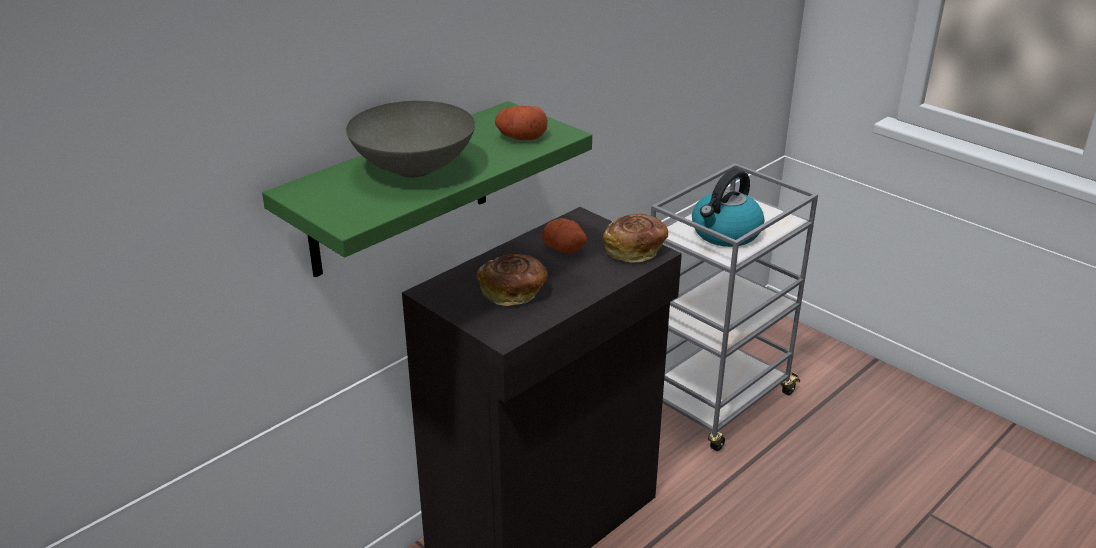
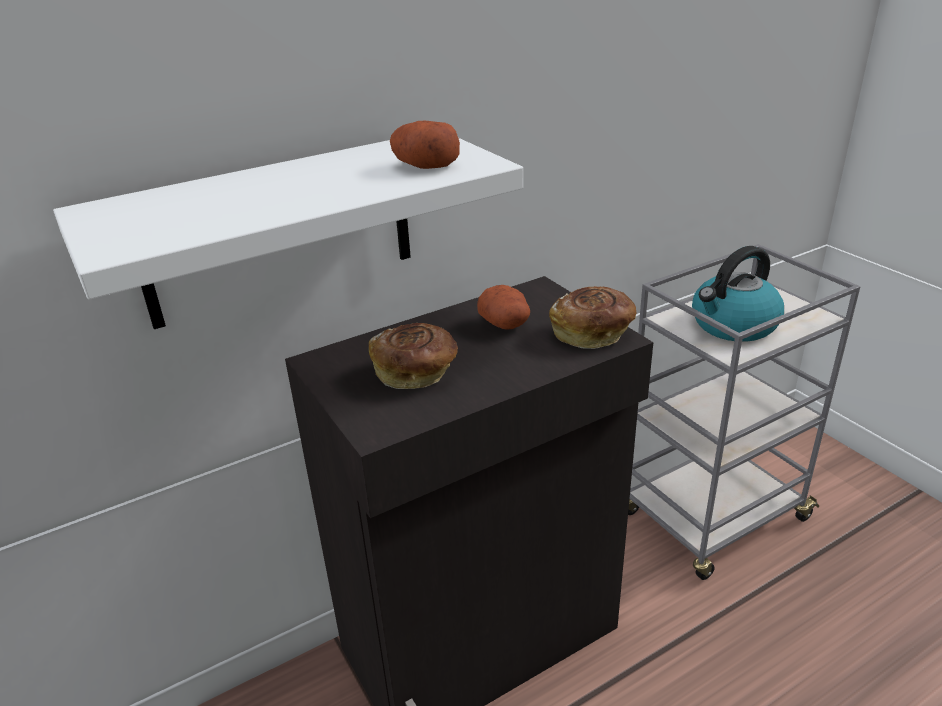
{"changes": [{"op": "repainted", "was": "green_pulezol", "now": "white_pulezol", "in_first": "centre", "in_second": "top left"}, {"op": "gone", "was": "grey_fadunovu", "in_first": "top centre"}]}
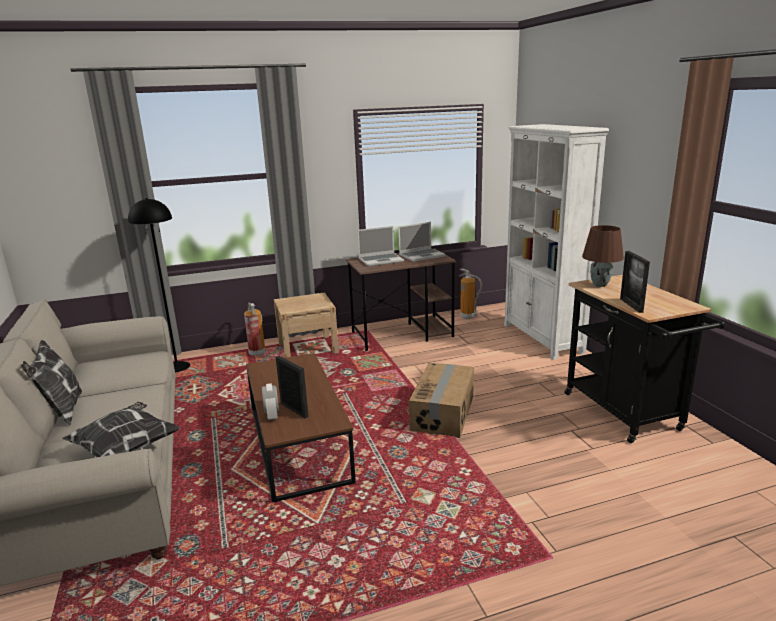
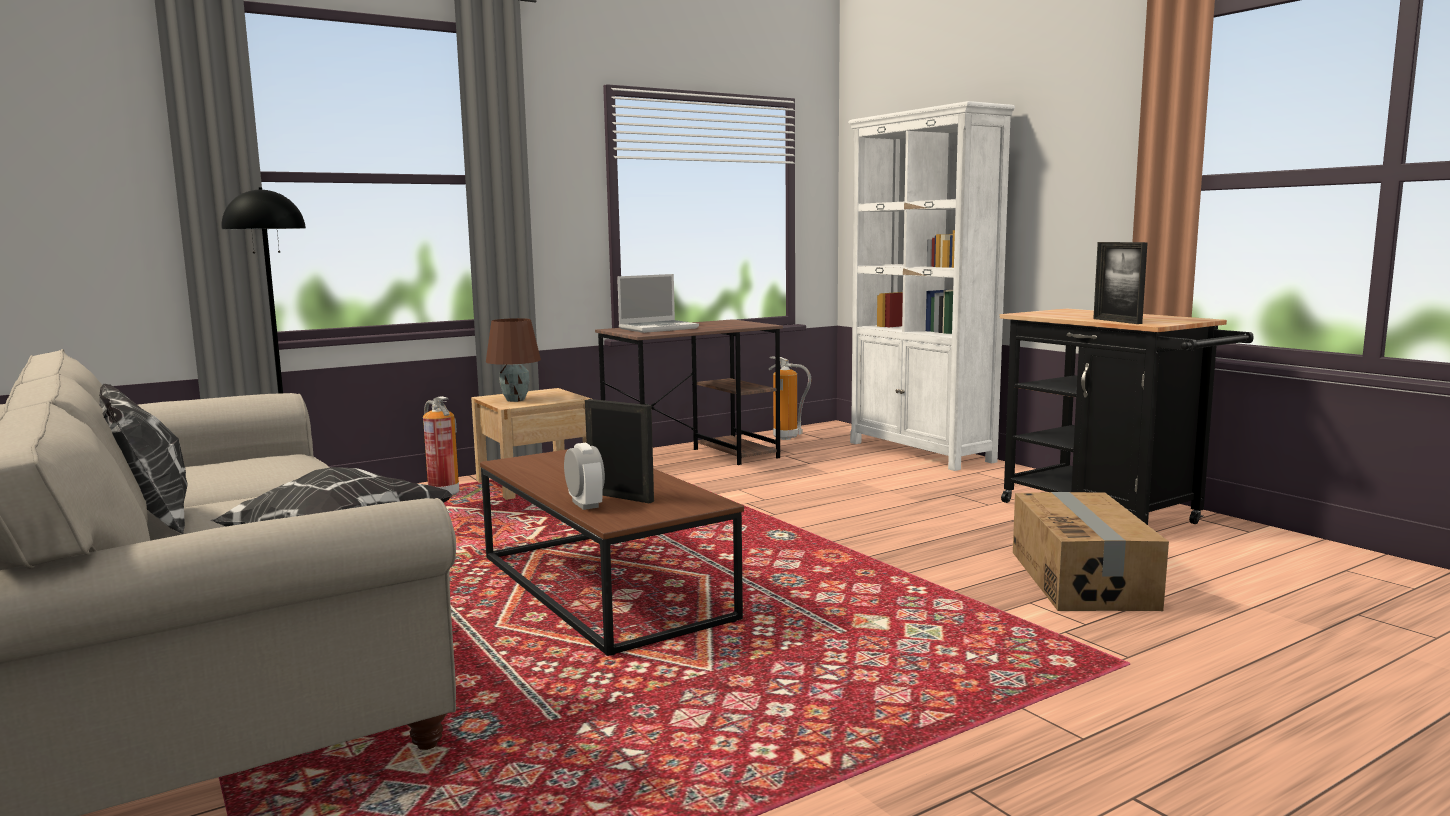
{"changes": [{"op": "shifted", "was": "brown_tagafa", "in_first": "middle right", "in_second": "centre"}, {"op": "shifted", "was": "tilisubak", "in_first": "centre", "in_second": "bottom right"}, {"op": "gone", "was": "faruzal (no. 2 from left)", "in_first": "centre"}]}
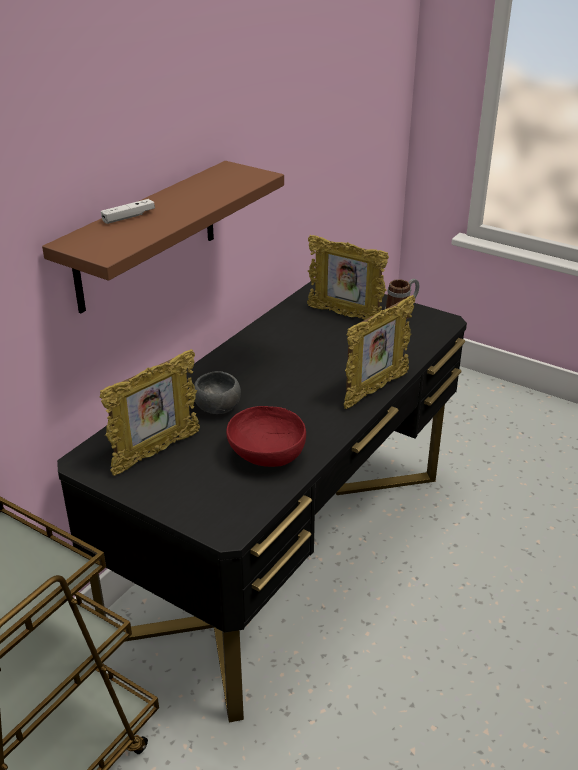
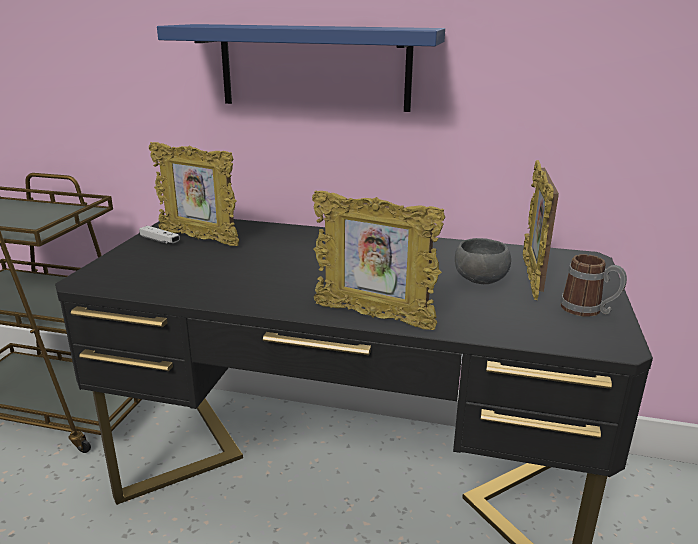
{"changes": [{"op": "shifted", "was": "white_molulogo", "in_first": "top left", "in_second": "middle left"}, {"op": "repainted", "was": "brown_pulezol", "now": "blue_pulezol", "in_first": "top left", "in_second": "top centre"}, {"op": "shifted", "was": "grey_fadunovu", "in_first": "centre", "in_second": "middle right"}, {"op": "gone", "was": "red_fadunovu", "in_first": "centre"}]}
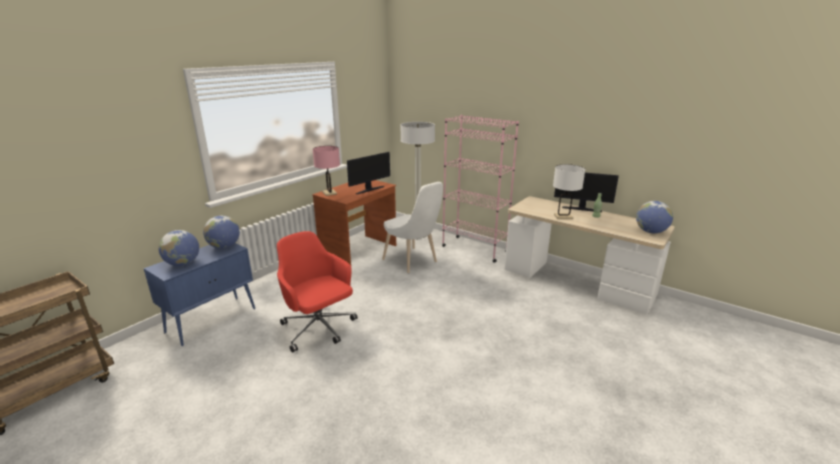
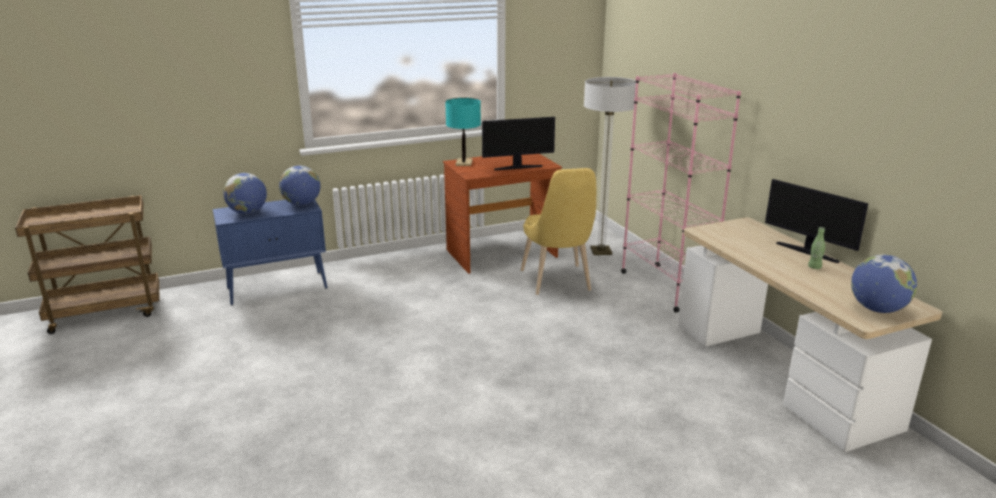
{"changes": [{"op": "repainted", "was": "pink_tagafa", "now": "turquoise_tagafa", "in_first": "centre", "in_second": "top centre"}, {"op": "repainted", "was": "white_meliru", "now": "yellow_meliru", "in_first": "centre", "in_second": "centre"}, {"op": "gone", "was": "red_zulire", "in_first": "centre"}, {"op": "gone", "was": "white_tagafa", "in_first": "middle right"}]}
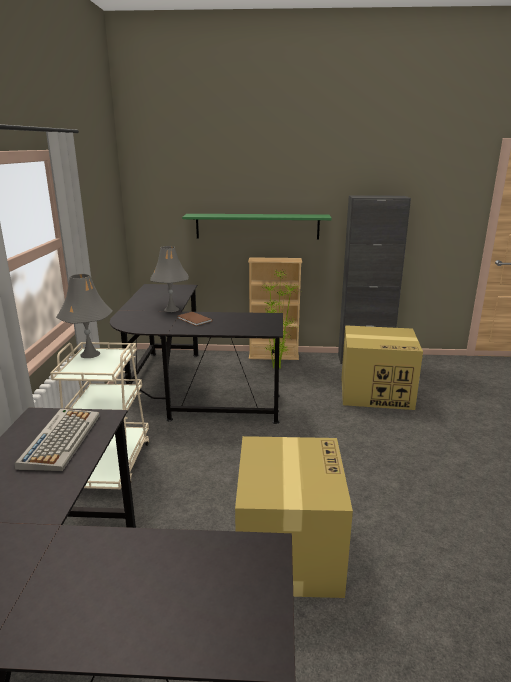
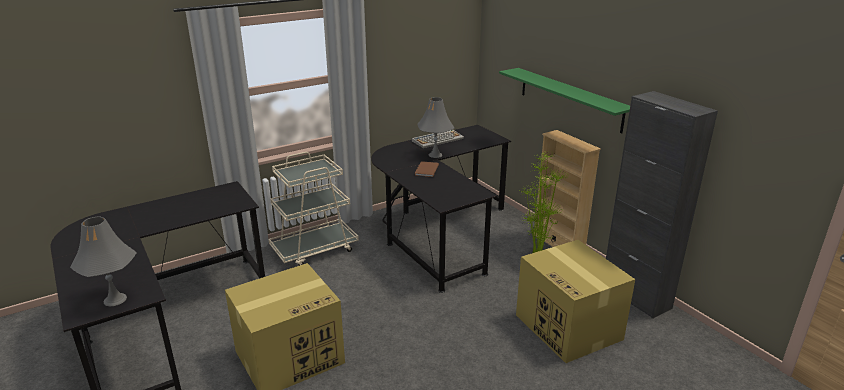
{"changes": [{"op": "shifted", "was": "grey_tagafa (no. 1 from left)", "in_first": "middle left", "in_second": "bottom left"}, {"op": "shifted", "was": "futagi", "in_first": "middle left", "in_second": "centre"}]}
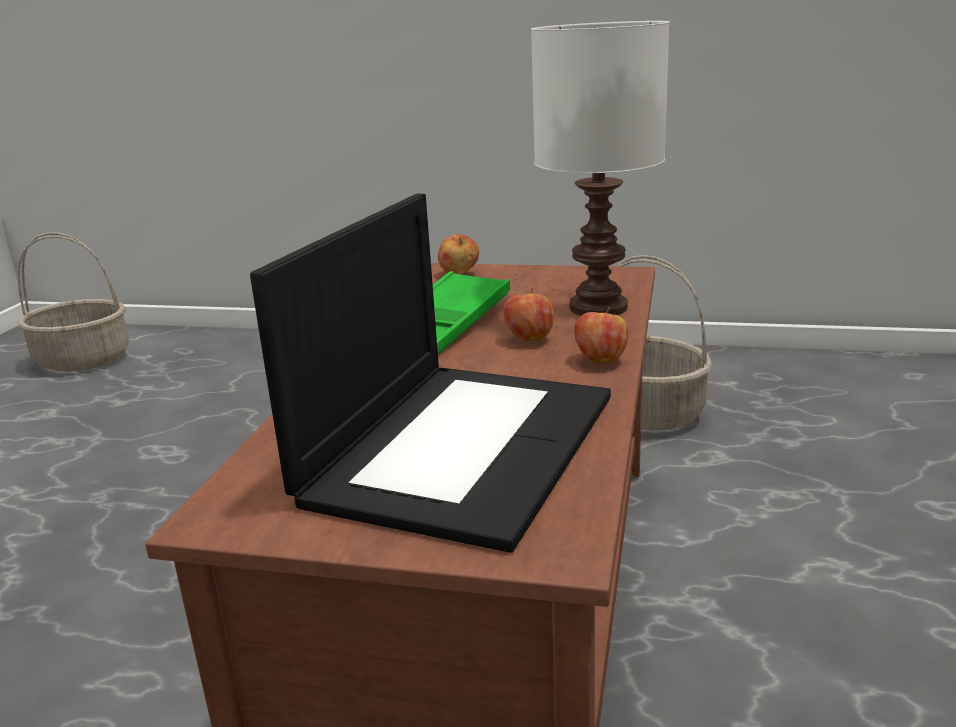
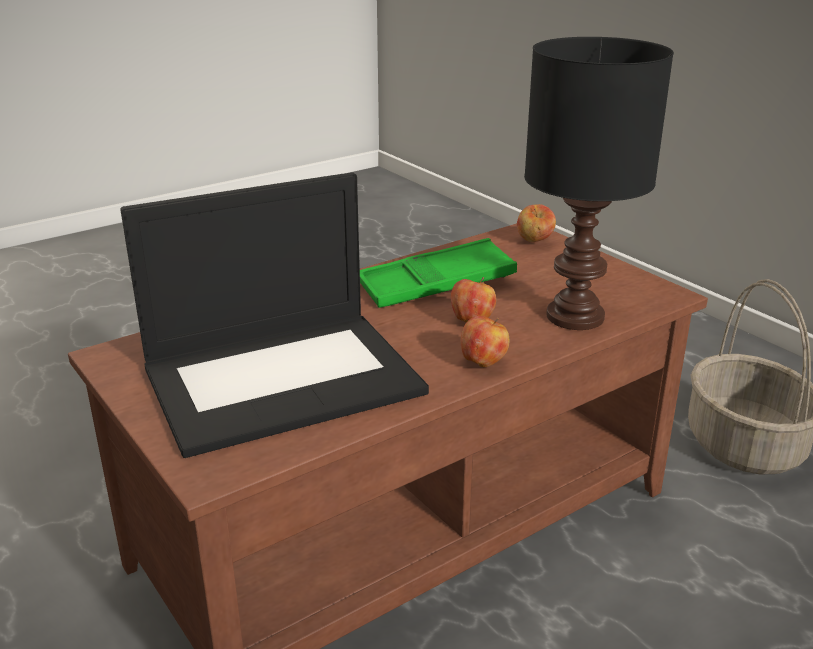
{"changes": [{"op": "repainted", "was": "white_tagafa", "now": "black_tagafa", "in_first": "top centre", "in_second": "top right"}, {"op": "gone", "was": "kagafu (no. 1 from left)", "in_first": "middle left"}]}
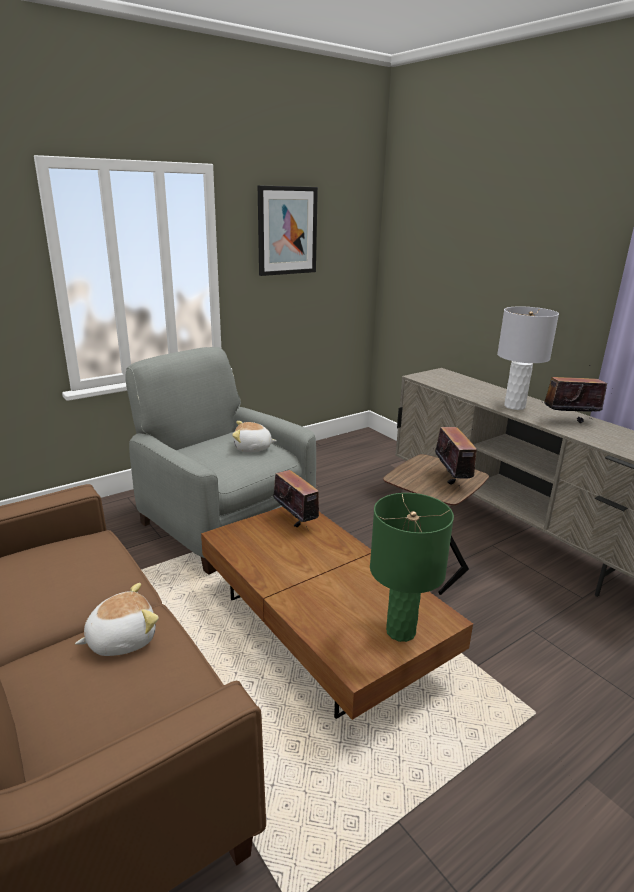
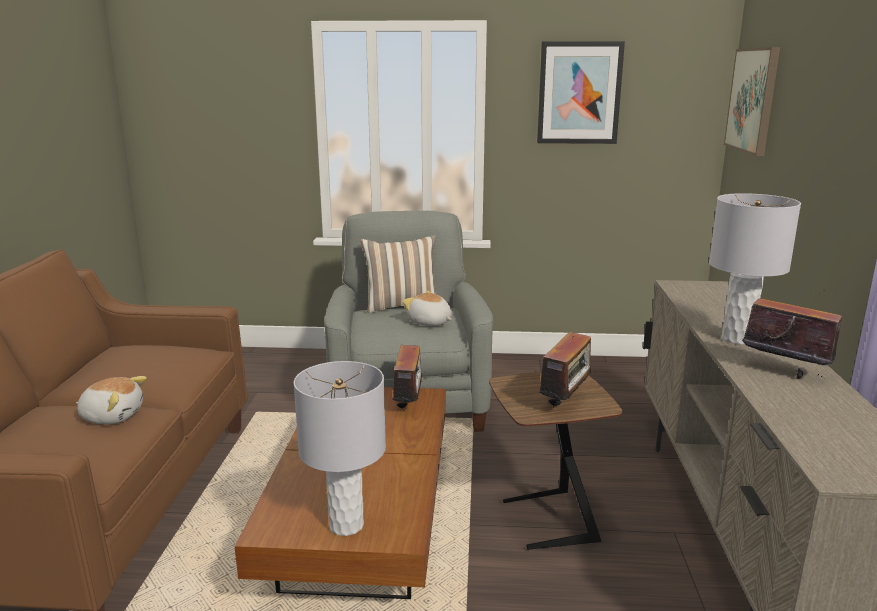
{"changes": [{"op": "repainted", "was": "green_tagafa", "now": "grey_tagafa (no. 1 from left)", "in_first": "centre", "in_second": "bottom centre"}, {"op": "new", "now": "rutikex", "in_second": "centre"}, {"op": "new", "now": "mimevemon (no. 2 from left)", "in_second": "top right"}]}
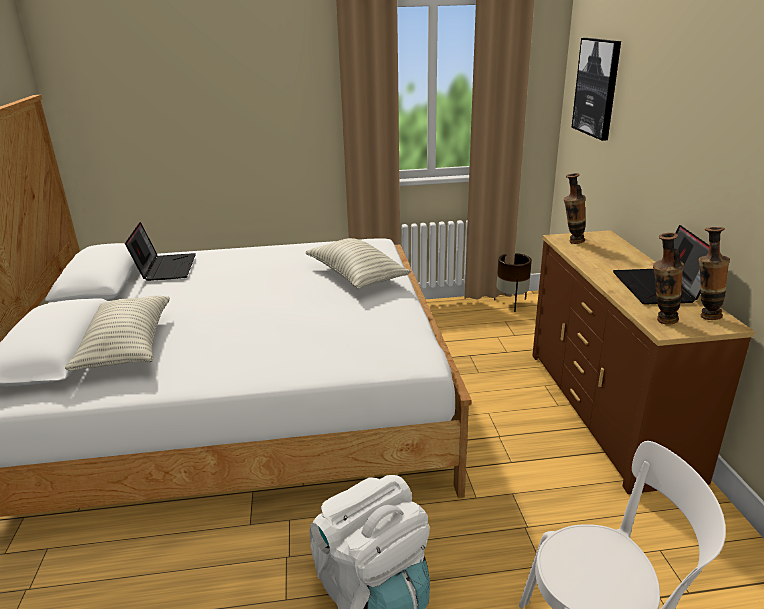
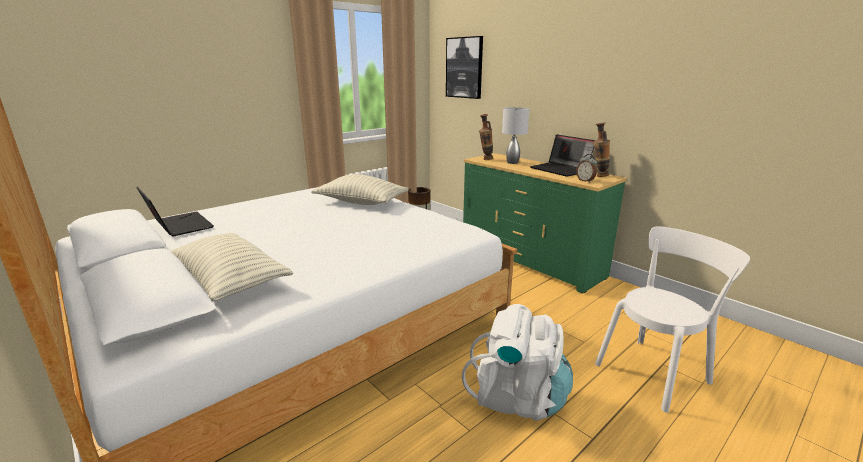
{"changes": [{"op": "repainted", "was": "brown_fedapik", "now": "green_fedapik", "in_first": "middle right", "in_second": "centre"}, {"op": "new", "now": "grey_tagafa", "in_second": "top centre"}, {"op": "swapped", "was": "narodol (no. 2 from left)", "now": "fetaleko", "in_first": "middle right", "in_second": "middle right"}]}
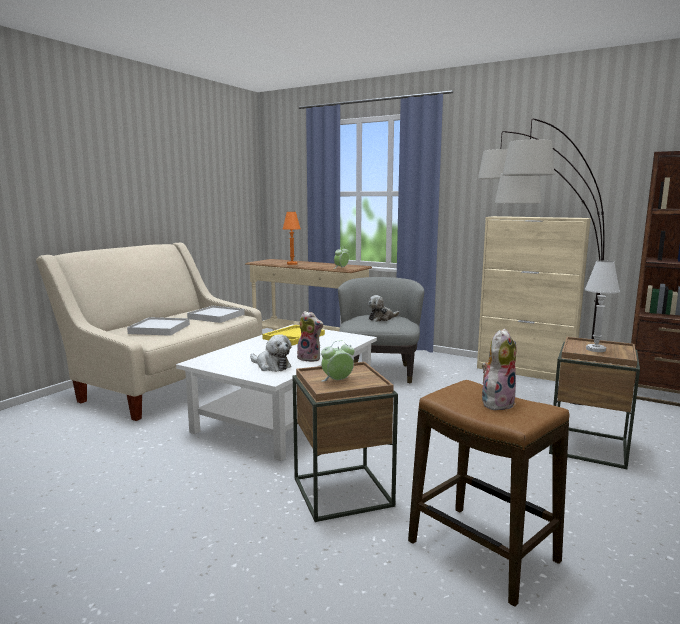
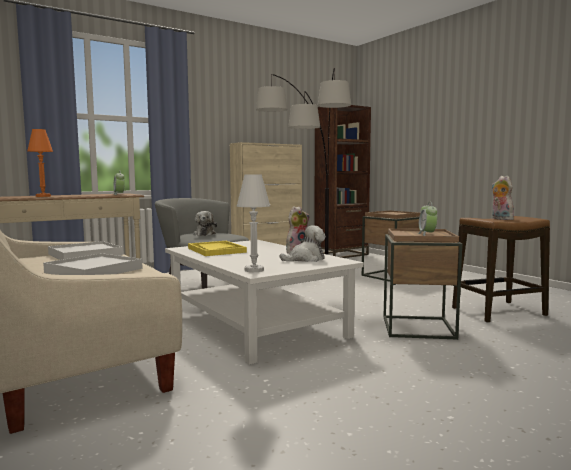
{"changes": [{"op": "shifted", "was": "white_tagafa", "in_first": "middle right", "in_second": "centre"}]}
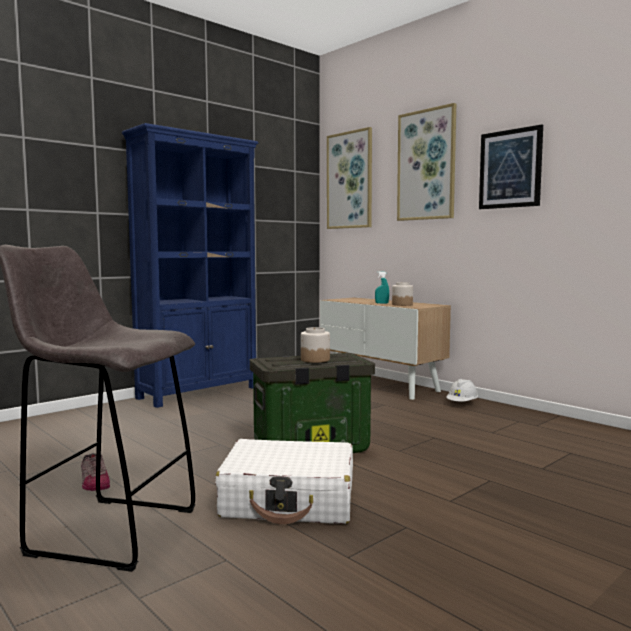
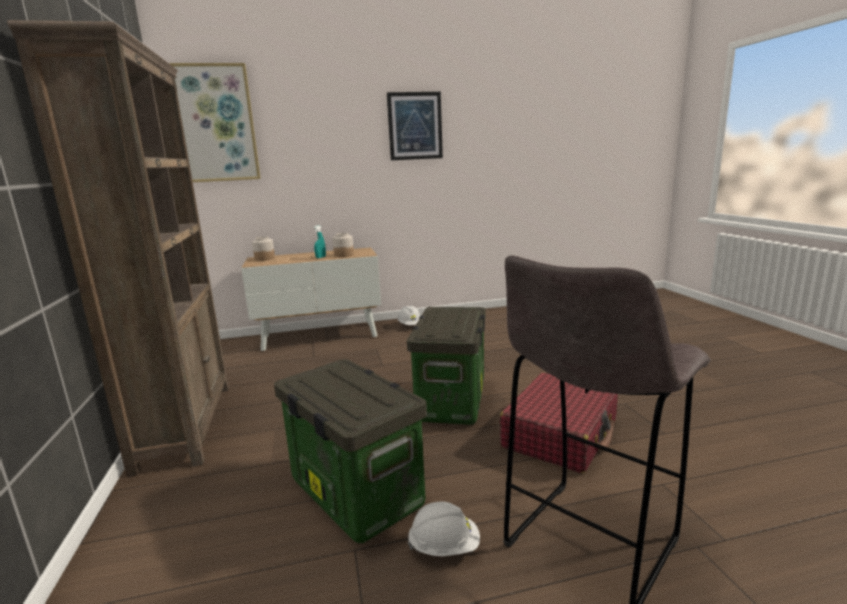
{"changes": [{"op": "repainted", "was": "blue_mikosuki", "now": "brown_mikosuki", "in_first": "middle left", "in_second": "middle left"}, {"op": "shifted", "was": "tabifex (no. 1 from left)", "in_first": "centre", "in_second": "middle left"}, {"op": "new", "now": "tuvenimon (no. 1 from left)", "in_second": "bottom centre"}, {"op": "swapped", "was": "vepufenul", "now": "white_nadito (no. 2 from left)", "in_first": "bottom left", "in_second": "bottom centre"}, {"op": "repainted", "was": "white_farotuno", "now": "red_farotuno", "in_first": "bottom centre", "in_second": "bottom centre"}, {"op": "gone", "was": "mimevemon (no. 2 from left)", "in_first": "top right"}]}
